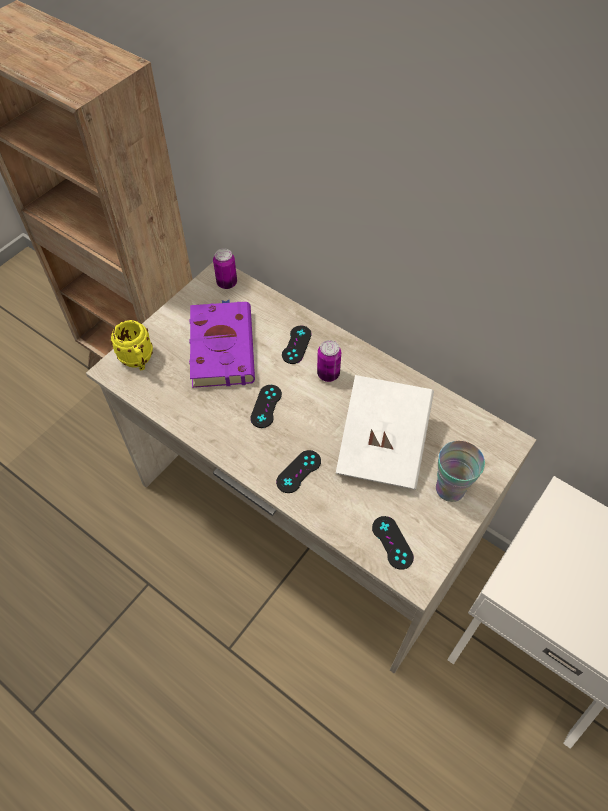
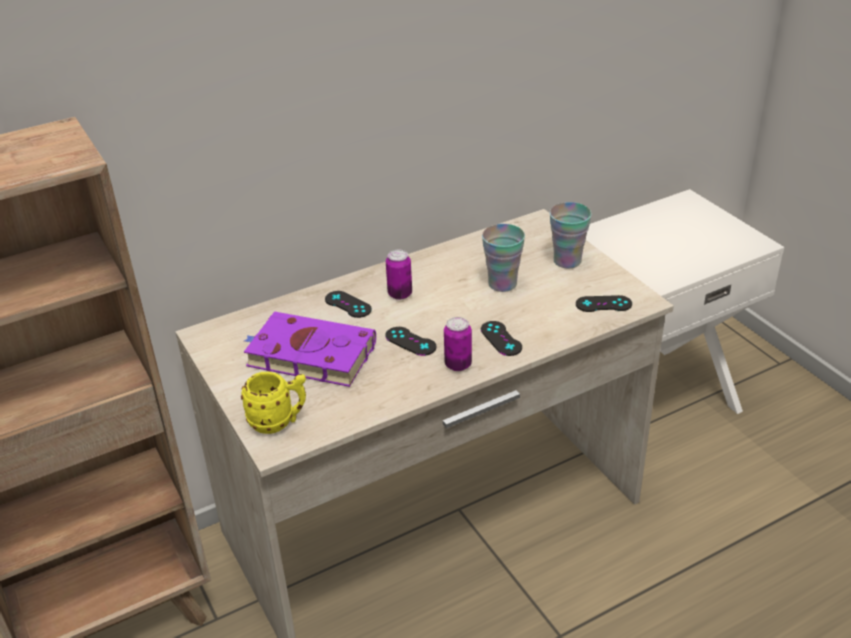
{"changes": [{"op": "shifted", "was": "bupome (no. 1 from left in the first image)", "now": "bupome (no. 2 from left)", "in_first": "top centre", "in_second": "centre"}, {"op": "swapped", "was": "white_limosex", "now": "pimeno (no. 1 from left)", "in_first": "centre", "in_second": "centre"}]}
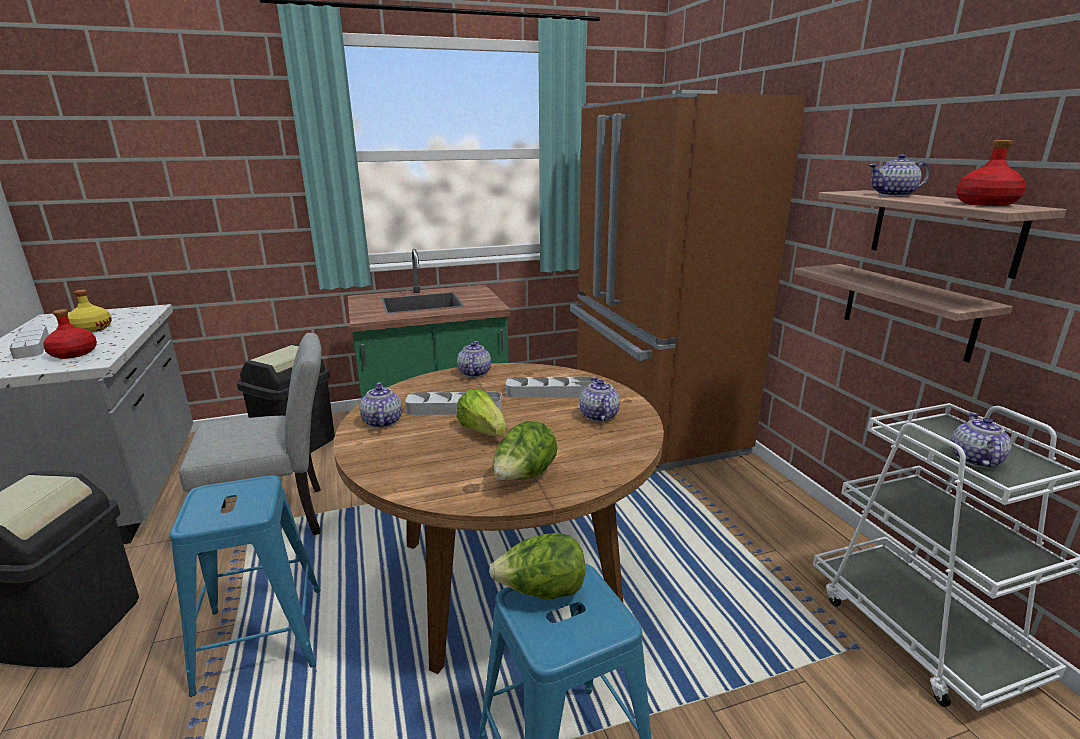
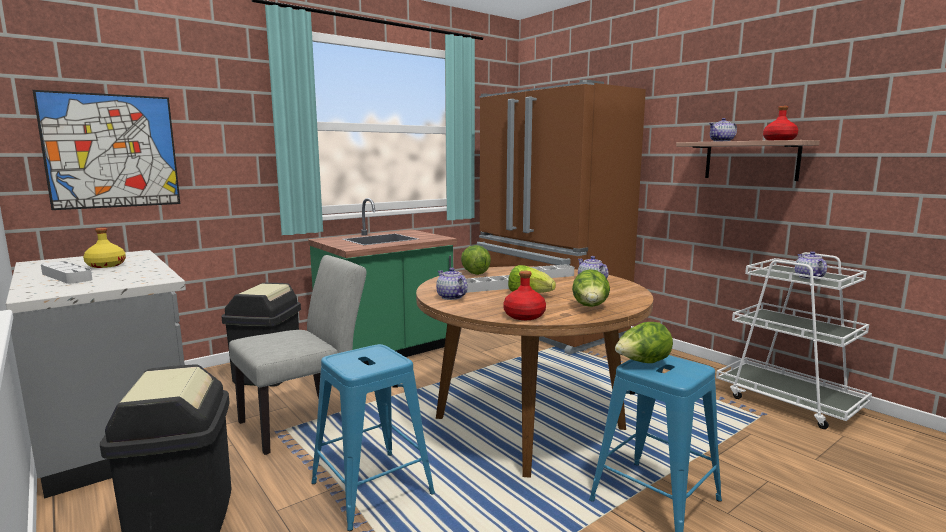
{"changes": [{"op": "new", "now": "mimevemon", "in_second": "top left"}, {"op": "swapped", "was": "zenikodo (no. 2 from left)", "now": "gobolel (no. 1 from left)", "in_first": "centre", "in_second": "centre"}, {"op": "shifted", "was": "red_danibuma (no. 1 from left)", "in_first": "middle left", "in_second": "centre"}, {"op": "gone", "was": "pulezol (no. 1 from left)", "in_first": "middle right"}]}
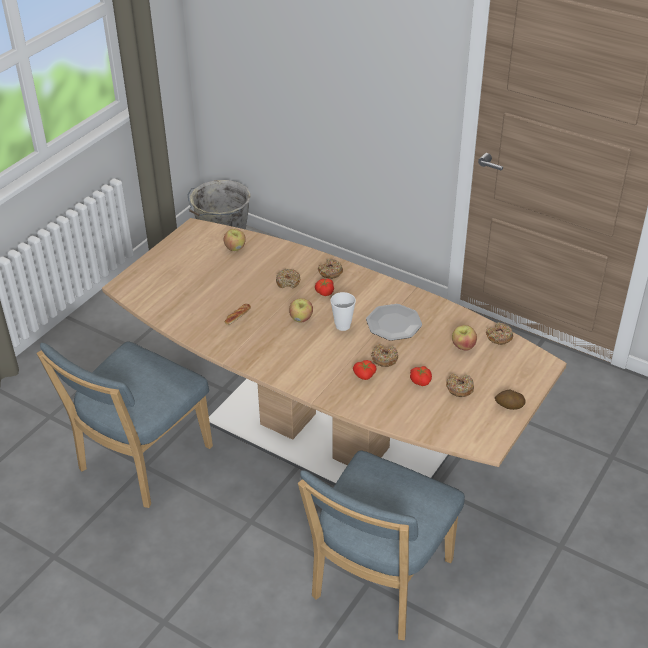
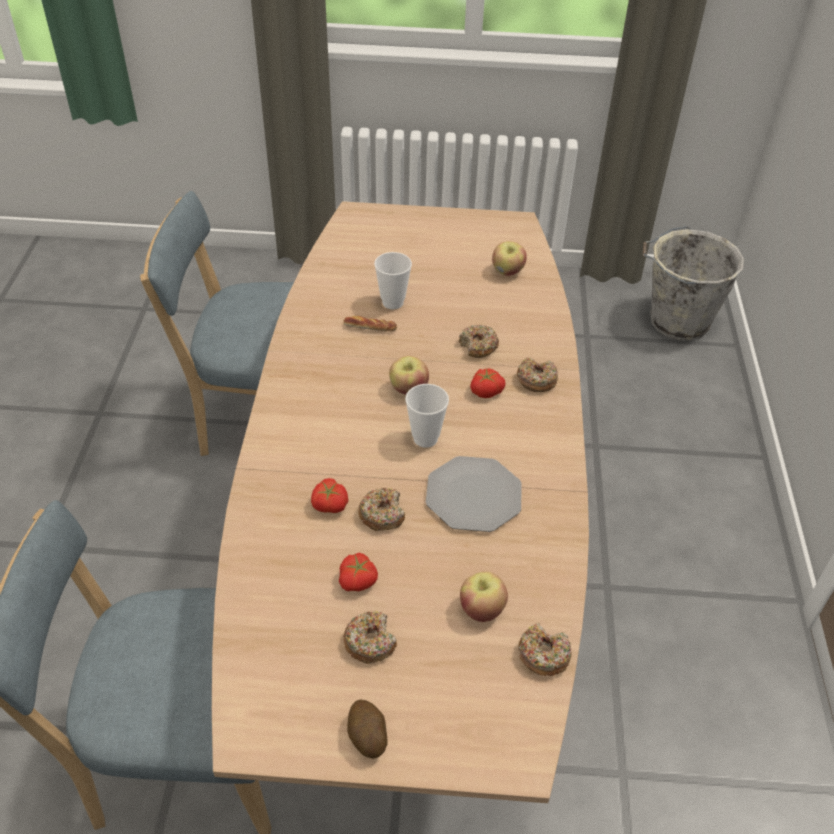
{"changes": [{"op": "new", "now": "pimeno (no. 1 from left)", "in_second": "centre"}]}
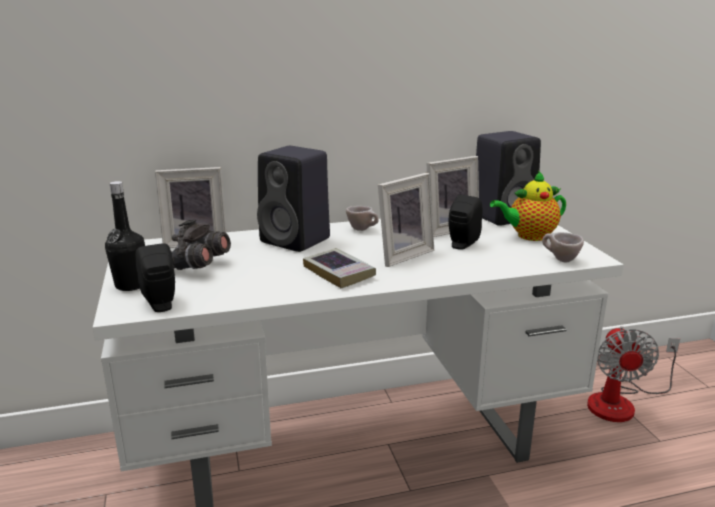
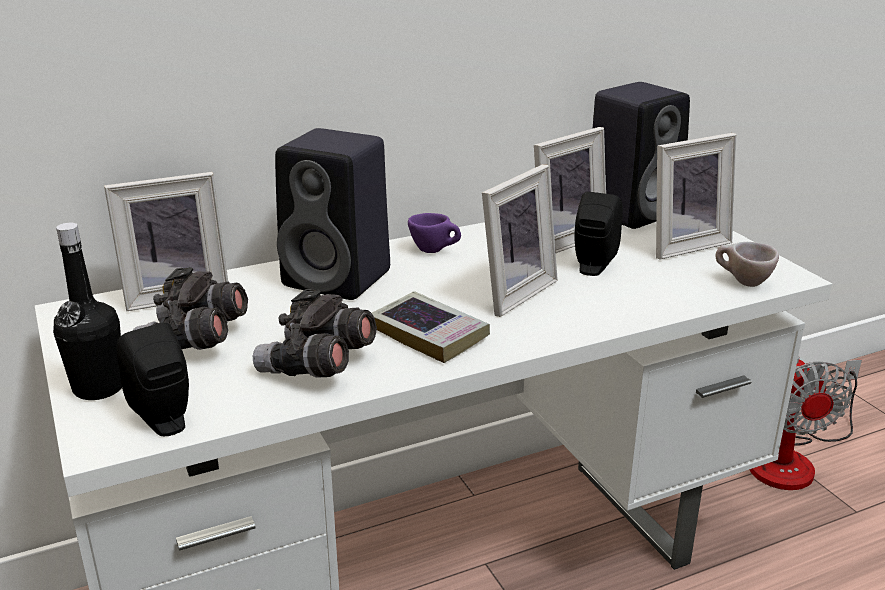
{"changes": [{"op": "new", "now": "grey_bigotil (no. 2 from left)", "in_second": "centre"}, {"op": "repainted", "was": "beige_pimeno (no. 1 from left)", "now": "purple_pimeno", "in_first": "centre", "in_second": "centre"}, {"op": "swapped", "was": "zenikodo", "now": "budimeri (no. 4 from left)", "in_first": "middle right", "in_second": "top right"}]}
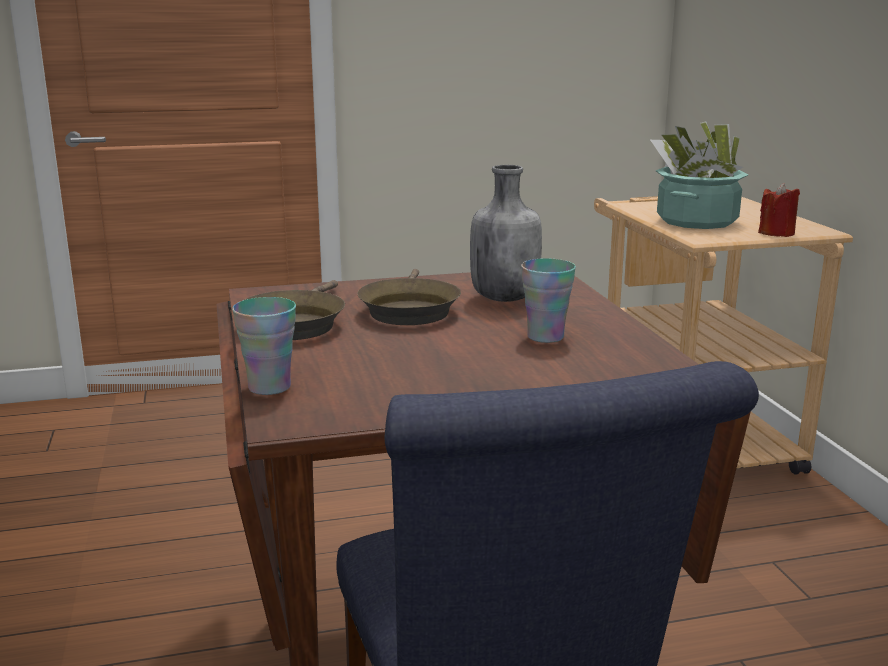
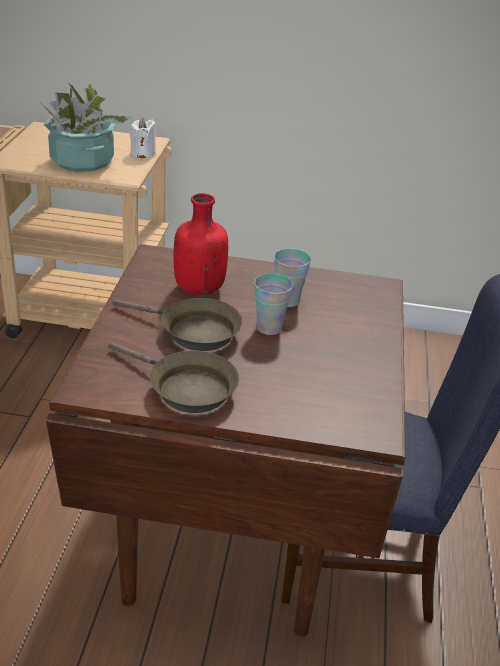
{"changes": [{"op": "repainted", "was": "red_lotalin", "now": "white_lotalin", "in_first": "top right", "in_second": "top left"}, {"op": "repainted", "was": "grey_danibuma", "now": "red_danibuma", "in_first": "centre", "in_second": "centre"}, {"op": "shifted", "was": "pimeno (no. 1 from left)", "in_first": "middle left", "in_second": "centre"}]}
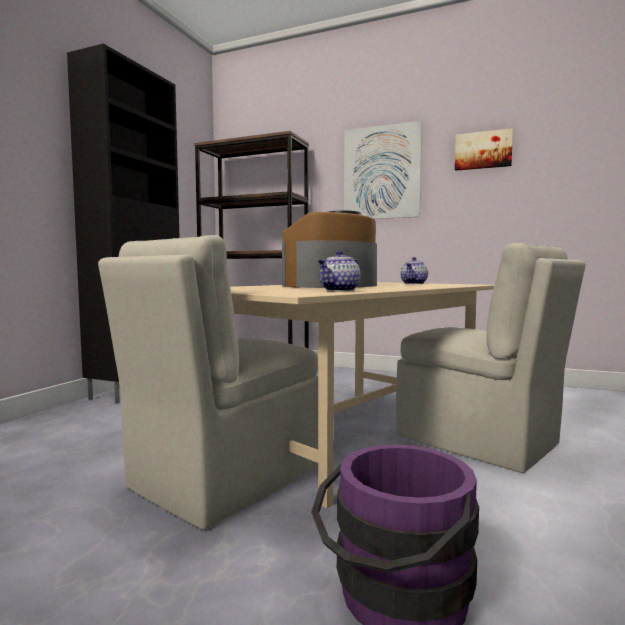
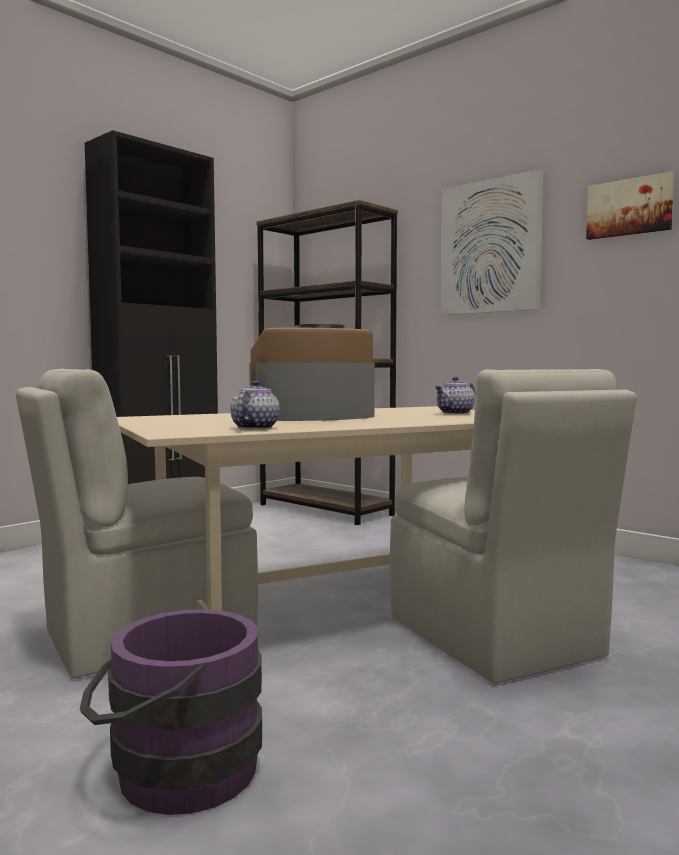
{"changes": [{"op": "rotated", "was": "zenikodo (no. 1 from left)", "in_first": "centre", "in_second": "centre", "clockwise": 135}]}
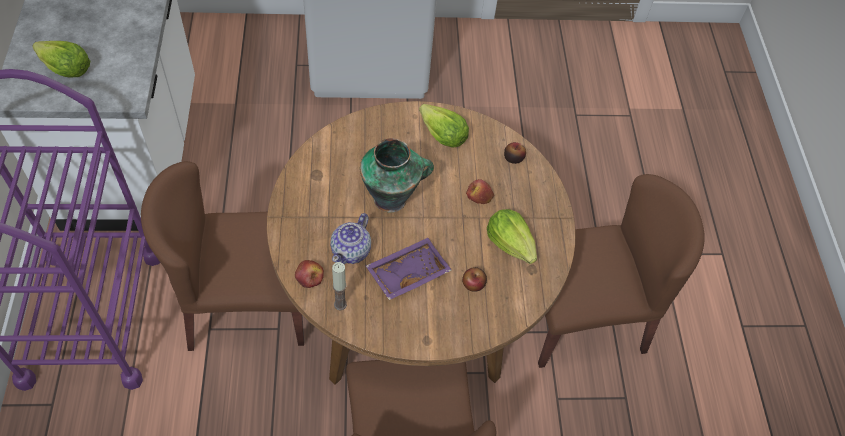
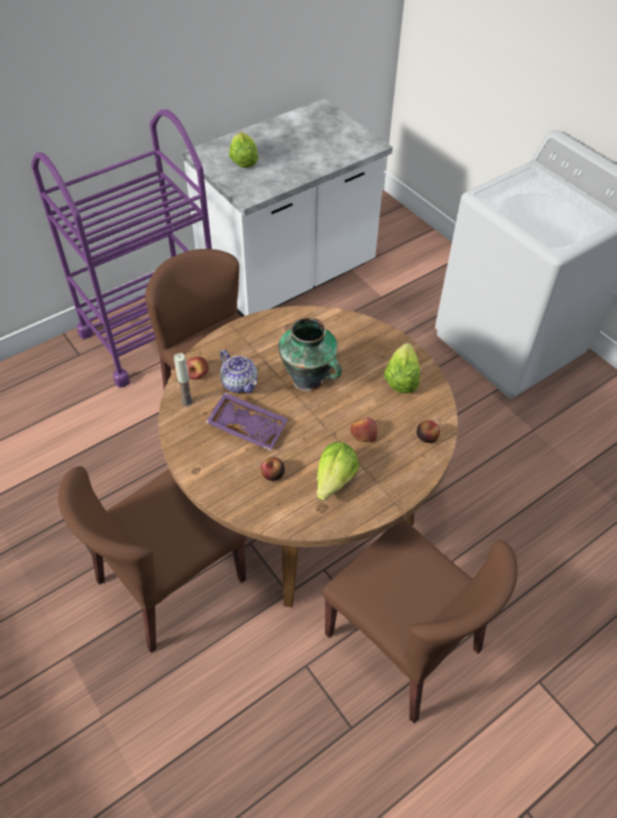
{"changes": [{"op": "rotated", "was": "zenikodo", "in_first": "centre", "in_second": "centre", "clockwise": -120}]}
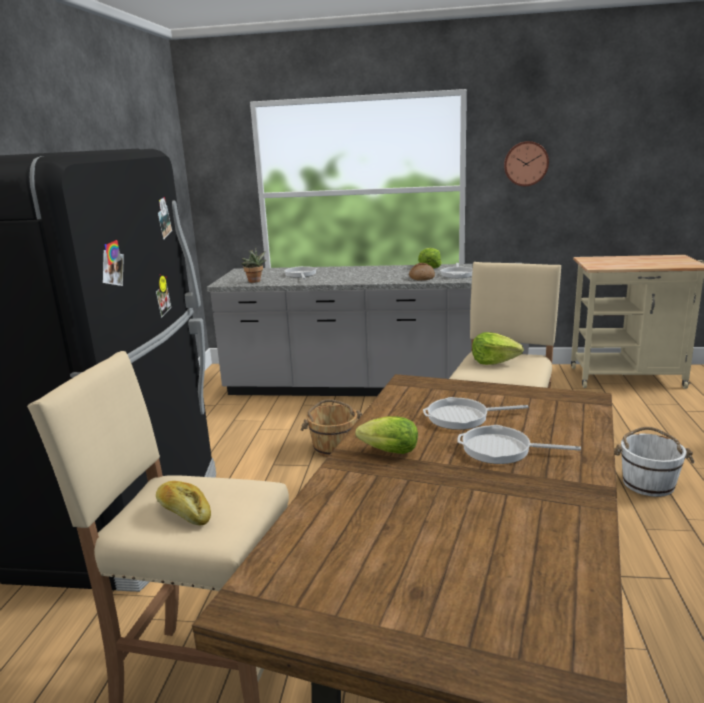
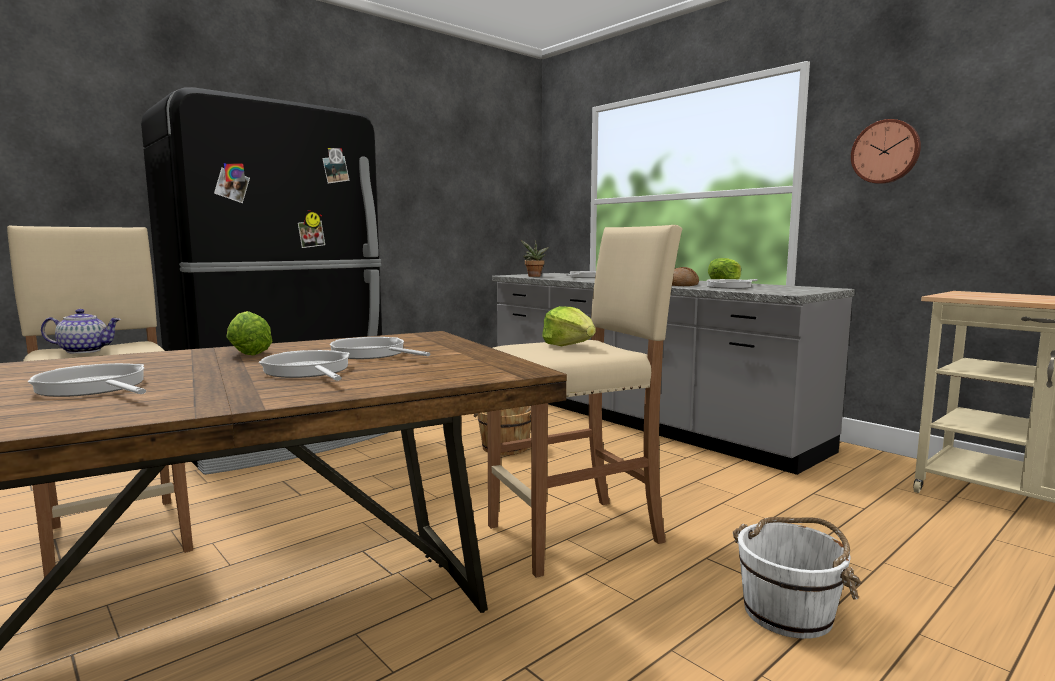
{"changes": [{"op": "new", "now": "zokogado (no. 1 from left)", "in_second": "middle left"}, {"op": "swapped", "was": "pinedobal (no. 1 from left)", "now": "zenikodo", "in_first": "bottom left", "in_second": "middle left"}]}
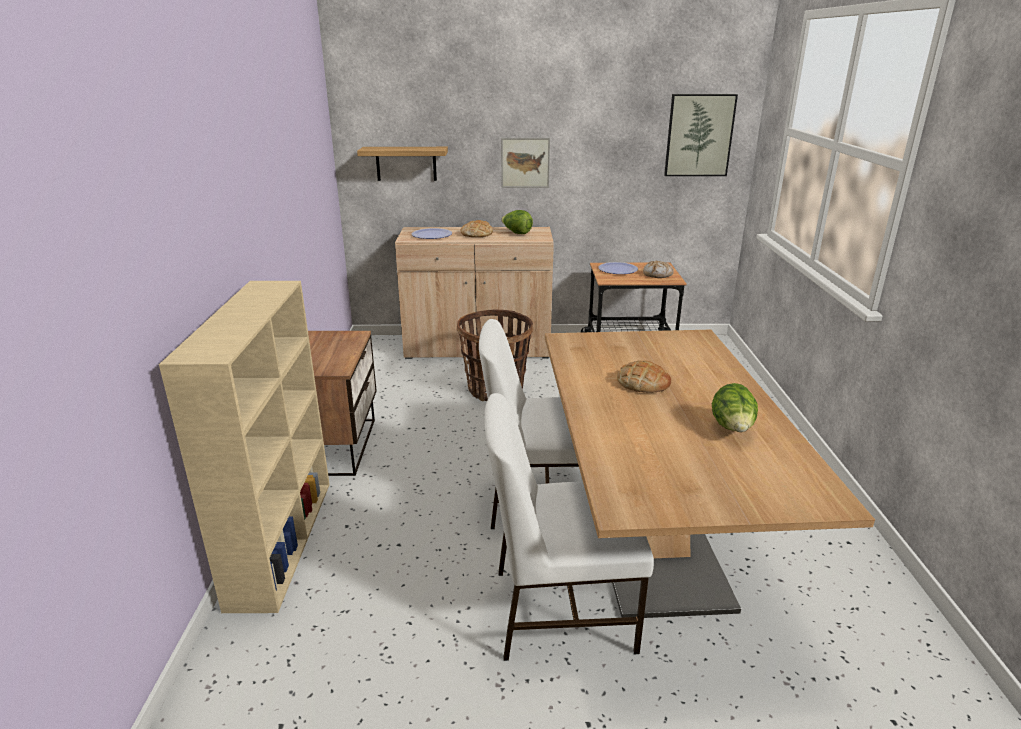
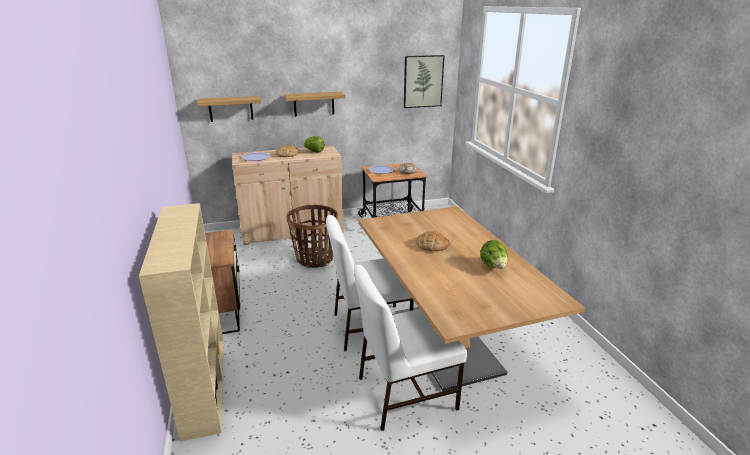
{"changes": [{"op": "swapped", "was": "mimevemon (no. 1 from left)", "now": "pulezol (no. 2 from left)", "in_first": "top centre", "in_second": "top centre"}]}
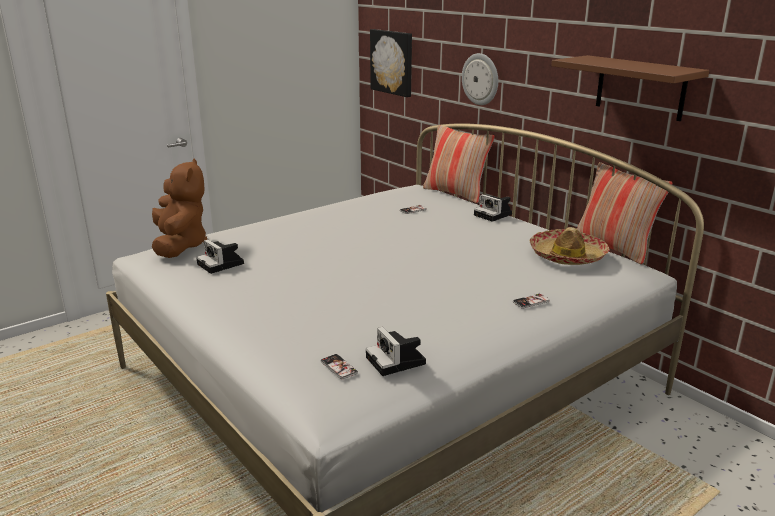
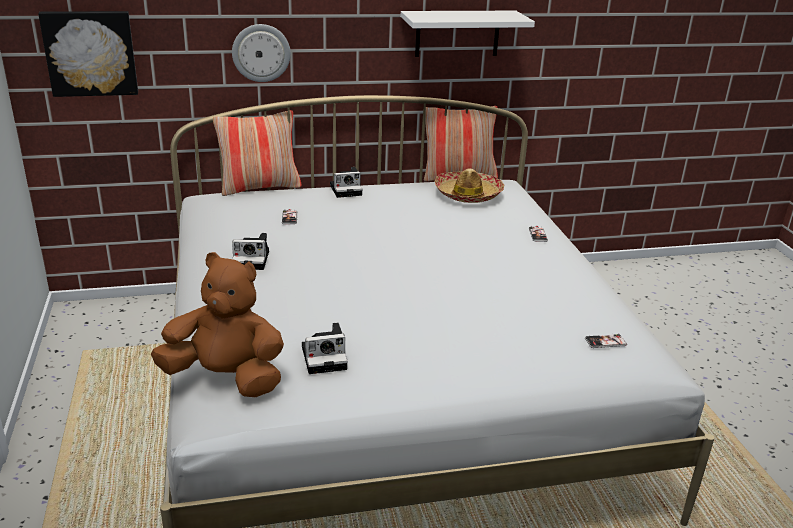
{"changes": [{"op": "shifted", "was": "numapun (no. 2 from left in the first image)", "now": "numapun (no. 1 from left)", "in_first": "bottom centre", "in_second": "middle left"}, {"op": "repainted", "was": "brown_pulezol", "now": "white_pulezol", "in_first": "top right", "in_second": "top centre"}]}
